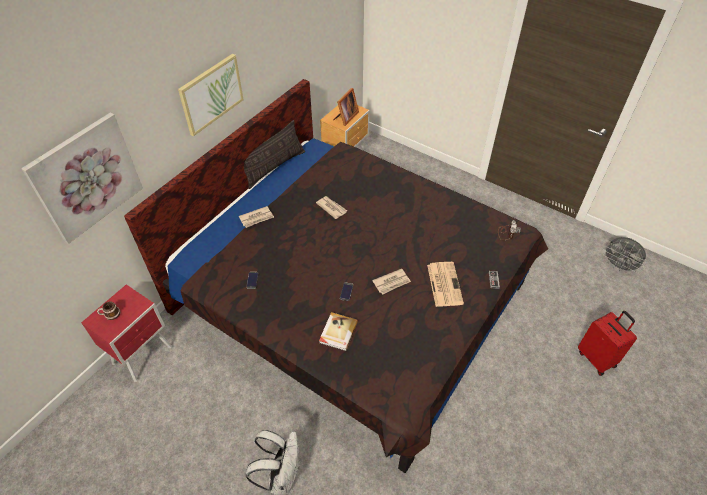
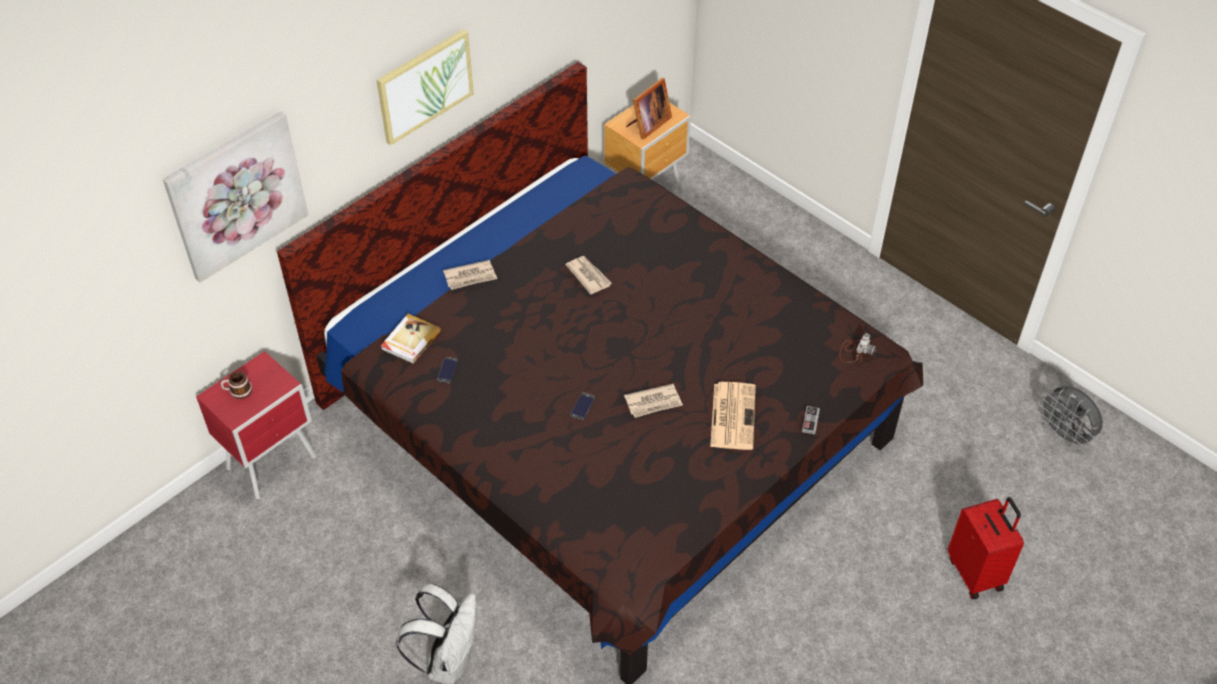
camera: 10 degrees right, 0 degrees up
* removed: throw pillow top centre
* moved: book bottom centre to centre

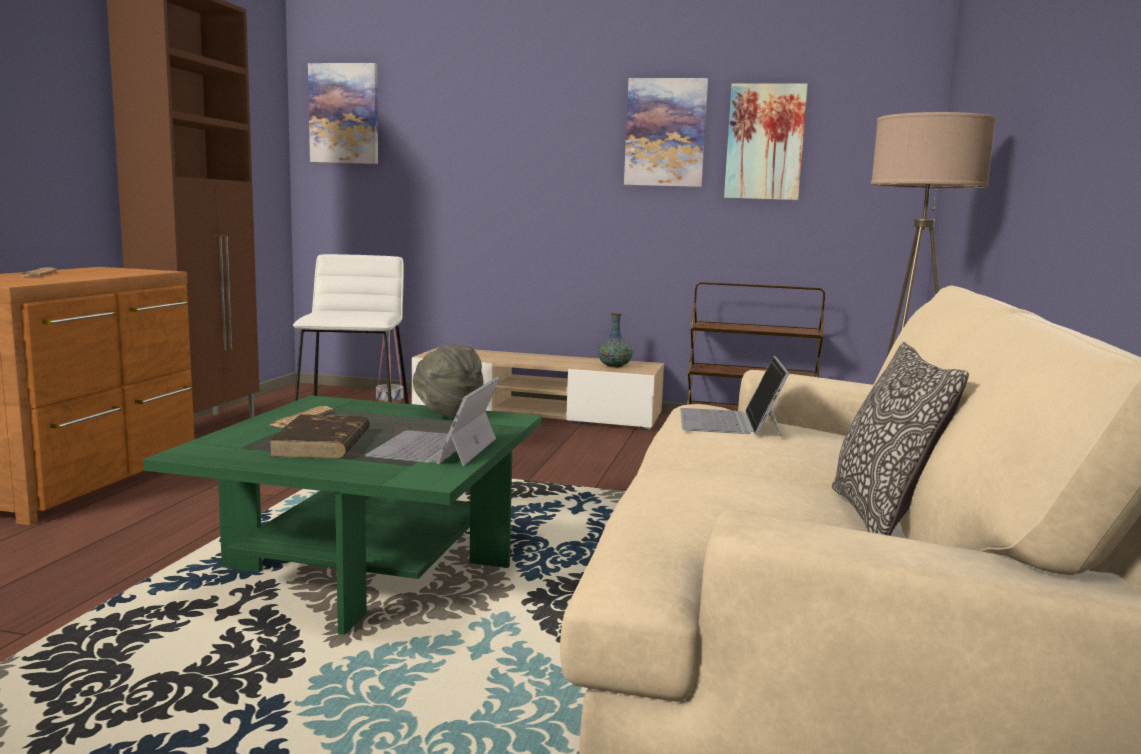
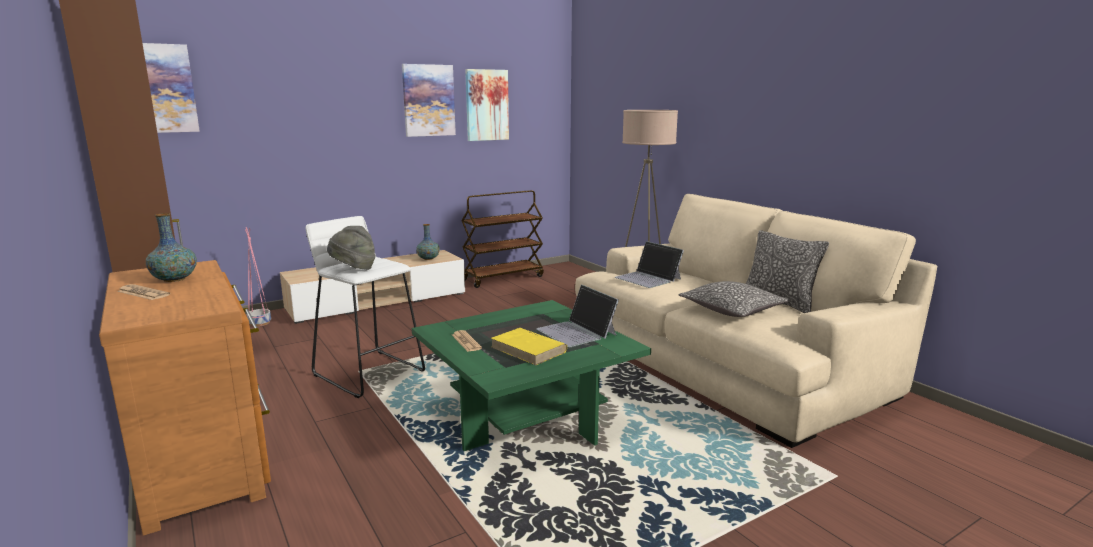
camera: 45 degrees left, 5 degrees up
* moved: hat/grey centre to middle left
* recoloured: book/brownish middle left to book/yellow centre
* added: decorative vase (1st from left) middle left
* added: throw pillow (1st from left) middle right

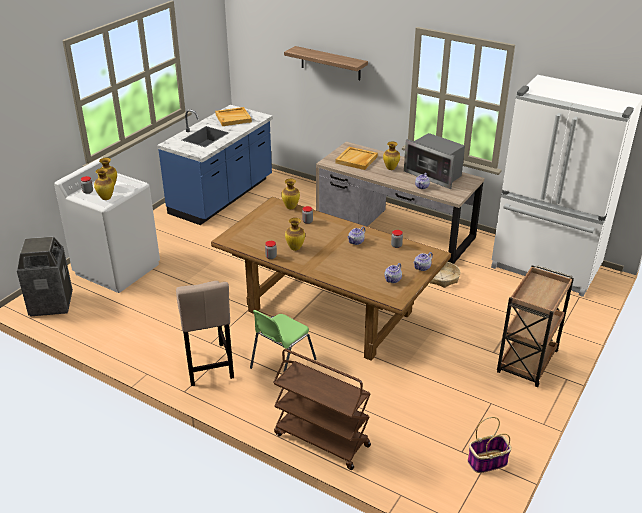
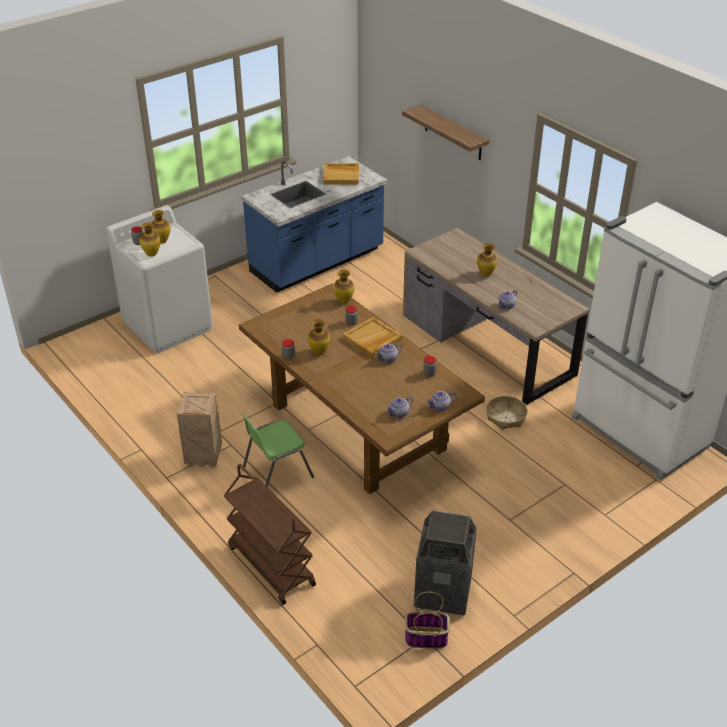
camera: 20 degrees right, 5 degrees up
* removed: microwave top right
* moved: tray/beige-coloured (2nd from left) top centre to centre
* moved: rubbish bin middle left to bottom centre
* removed: cart/brownish (2nd from left) middle right
* replaced: stool seat/beige-coloured middle left to shipping crate middle left

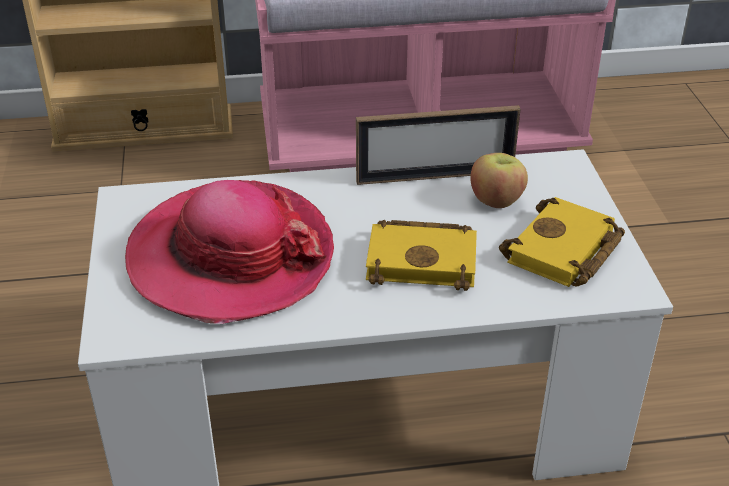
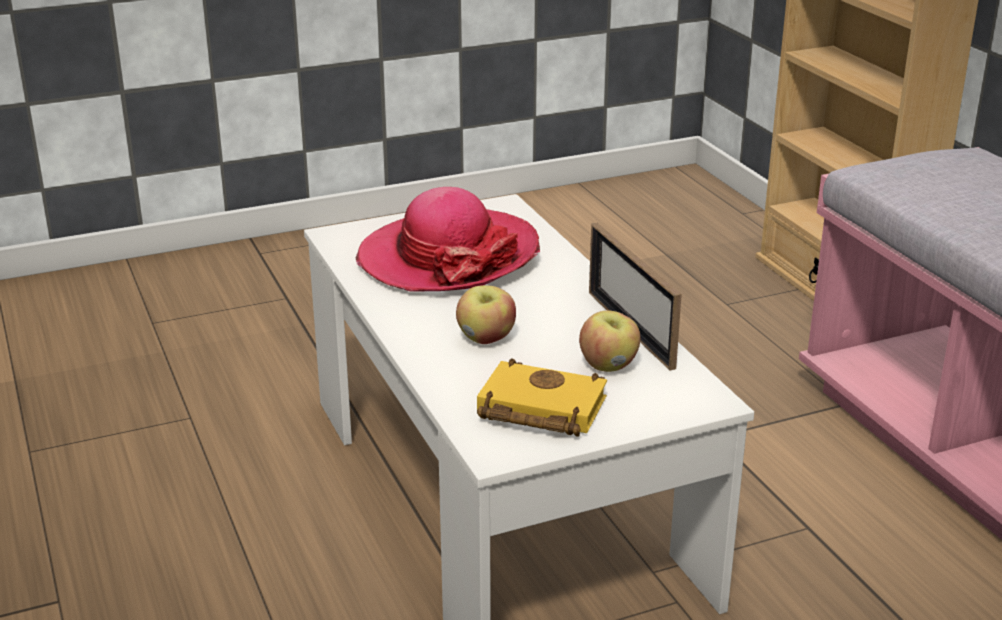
camera: 75 degrees right, 10 degrees down
* replaced: book/yellow (1st from left) centre to whole apple (1st from left) centre

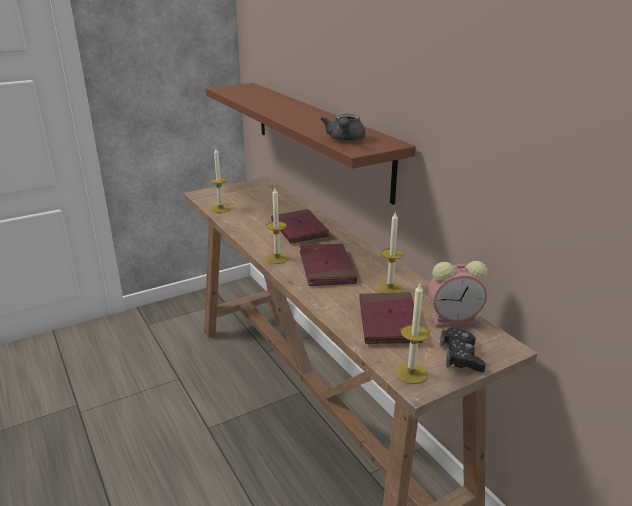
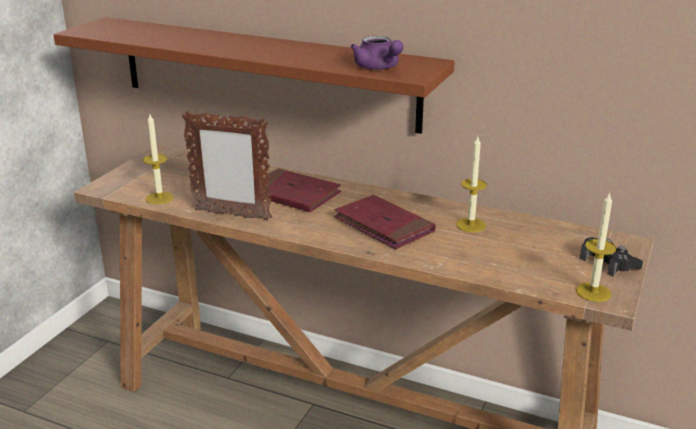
camera: 35 degrees left, 0 degrees up
* recoloured: tea pot/grey top centre to tea pot/purplish top centre
* removed: wax candle (2nd from left) centre
* removed: alarm clock middle right
* removed: book/red-coloured (3rd from left) centre
* added: photo frame middle left

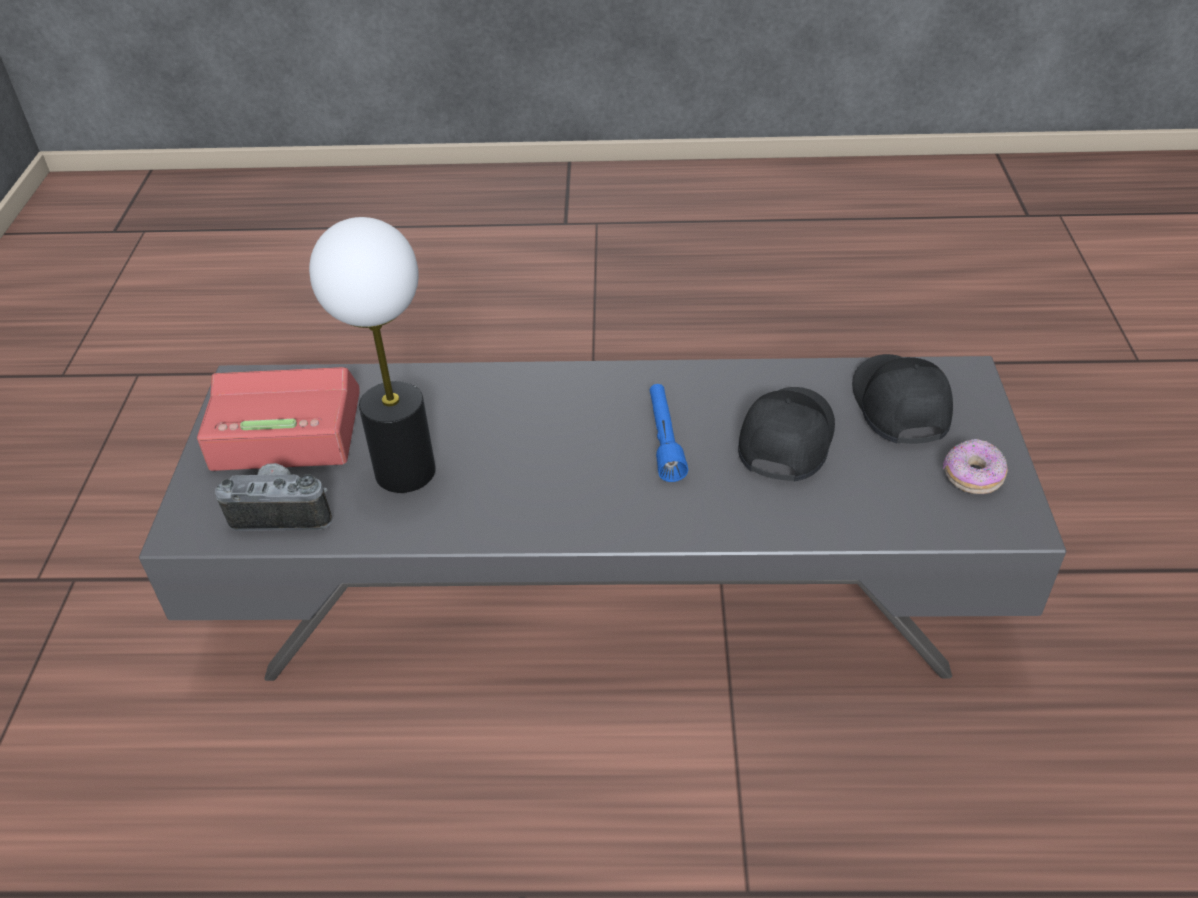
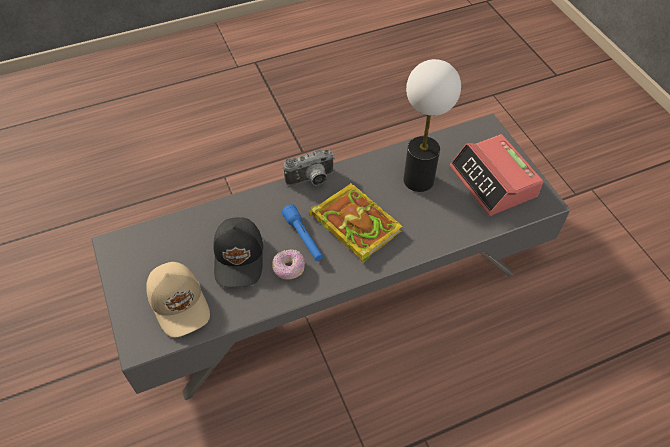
camera: 155 degrees right, 10 degrees up
* recoloured: cap/black-coloured (2nd from left) middle right to cap/beige-coloured bottom left
* turned: alarm clock middle left = middle right 90 degrees clockwise
* moved: ring doughnut middle right to centre
* moved: photo camera middle left to centre
* added: book centre

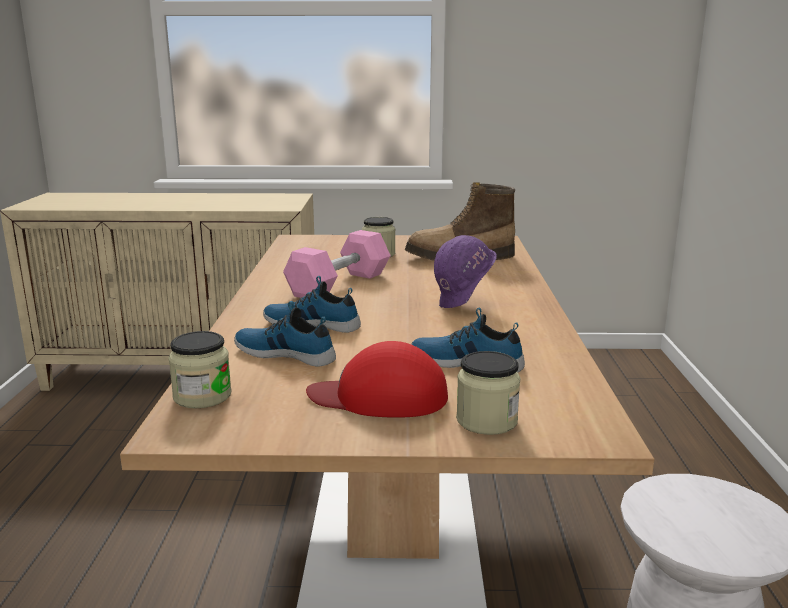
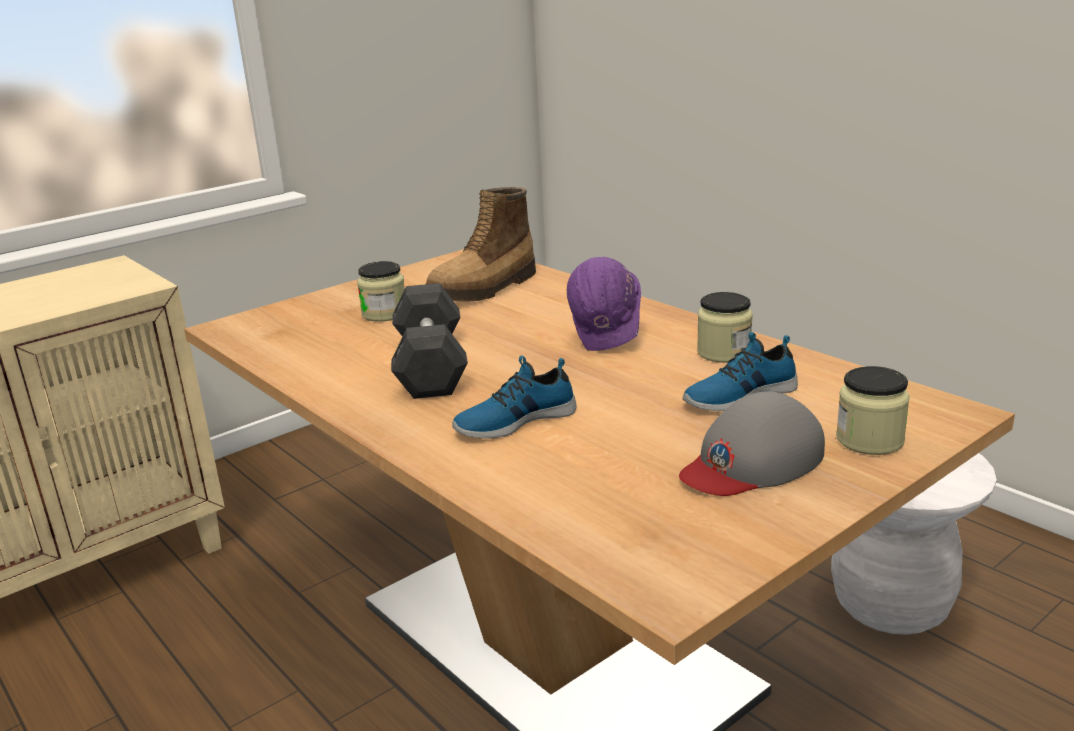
camera: 40 degrees left, 5 degrees up
* recoloured: dumbbell/pink-coloured centre to dumbbell/grey centre
* removed: shoe (1st from left) centre
* moved: preserve jar (1st from left in the first image) middle left to preserve jar (2nd from left) middle right
* recoloured: cap/red-coloured centre to cap/grey middle right

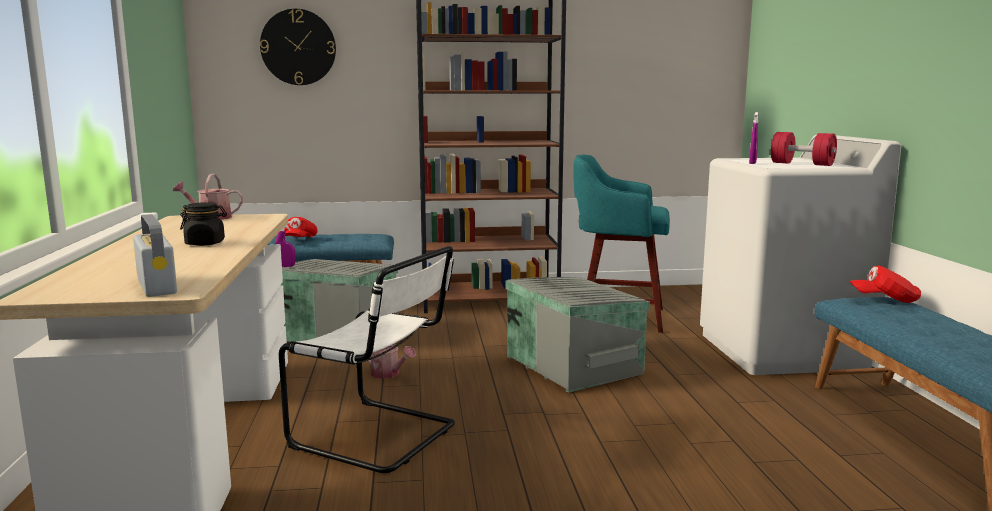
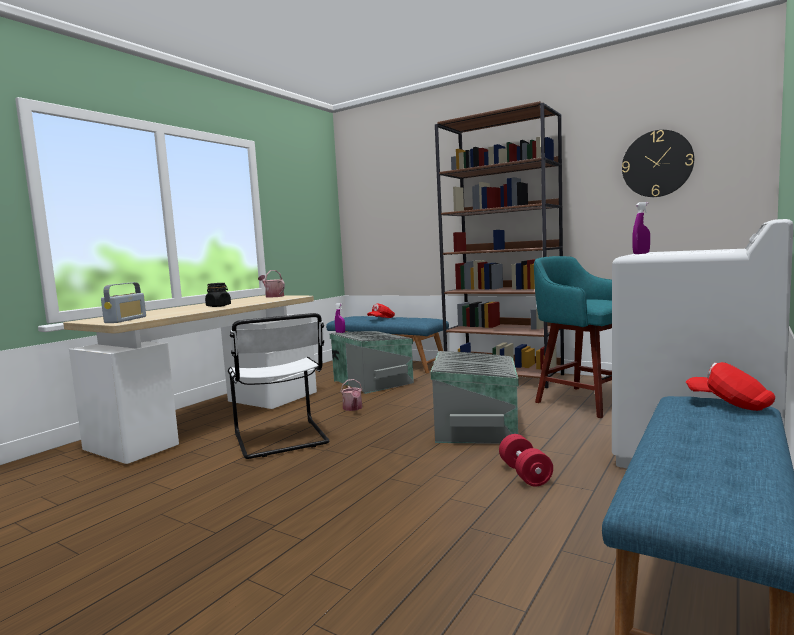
camera: 40 degrees right, 5 degrees down
* moved: hanging clock top left to top right
* moved: dumbbell/red-coloured top right to bottom centre

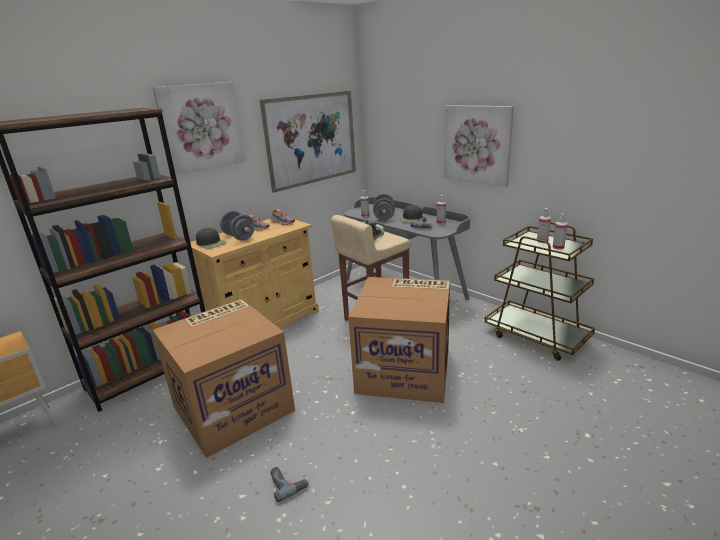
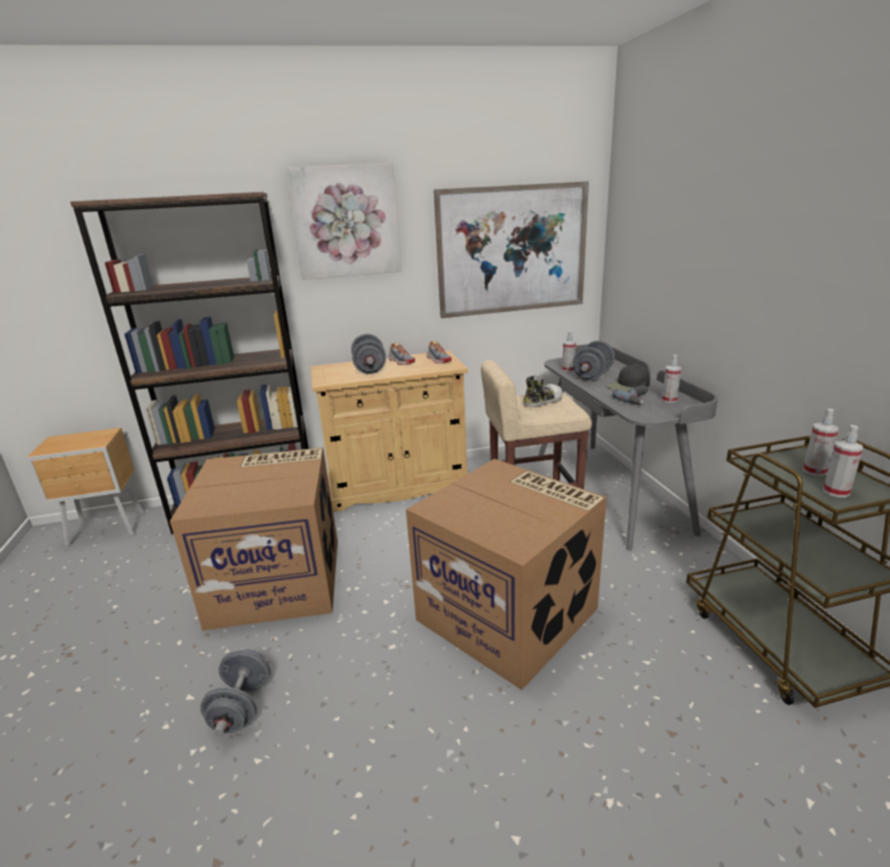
camera: 30 degrees right, 0 degrees up
* removed: wall picture (3rd from left) top centre
* removed: cap/black-coloured (1st from left) middle left
* replaced: power drill (1st from left) bottom centre to dumbbell/grey (1st from left) bottom left

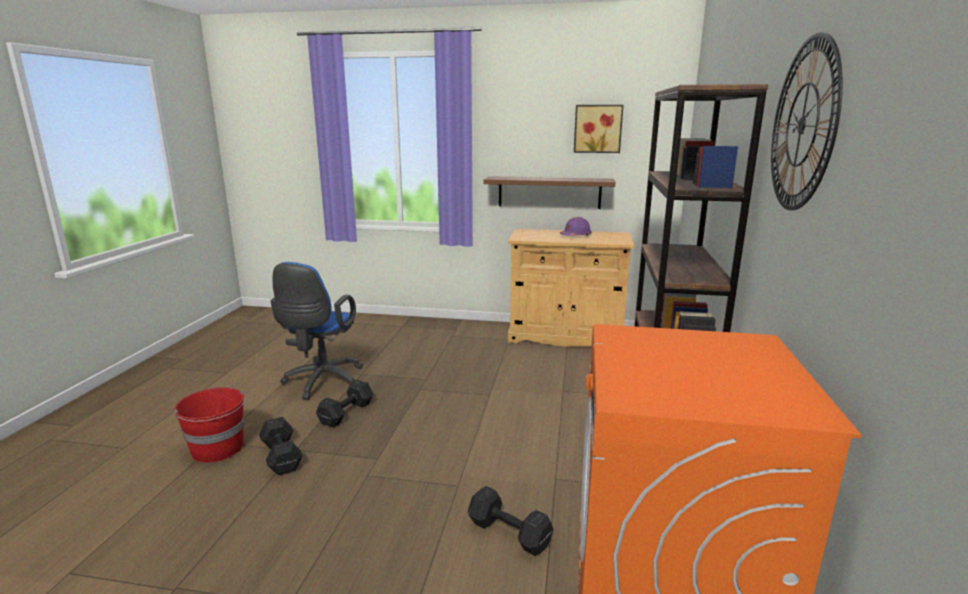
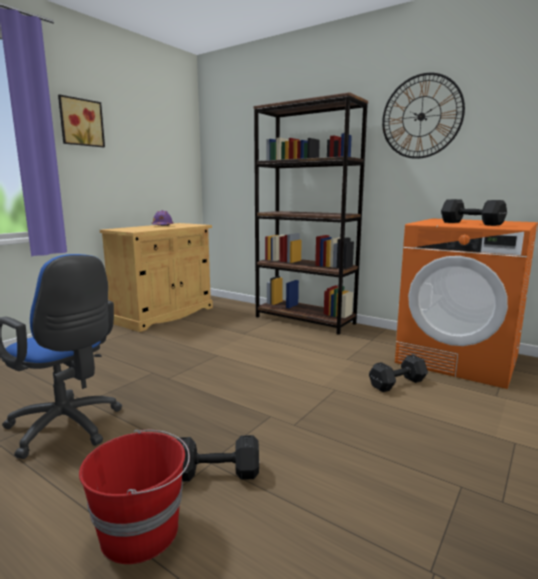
camera: 65 degrees left, 5 degrees down
* moved: wall picture top centre to top left
* removed: bracket shelf/brownish top centre
* moved: dumbbell/black-coloured (2nd from left in the first image) bottom centre to dumbbell/black-coloured (3rd from left) middle right

